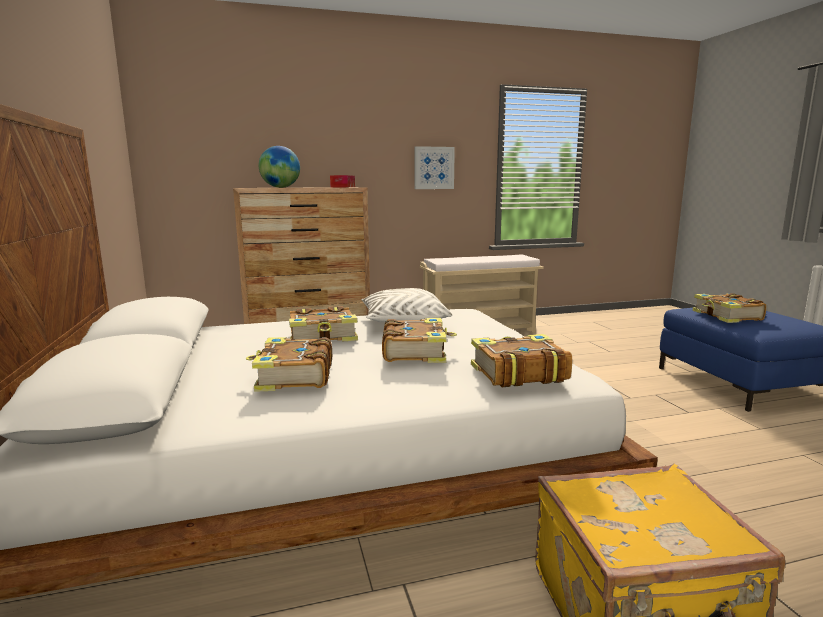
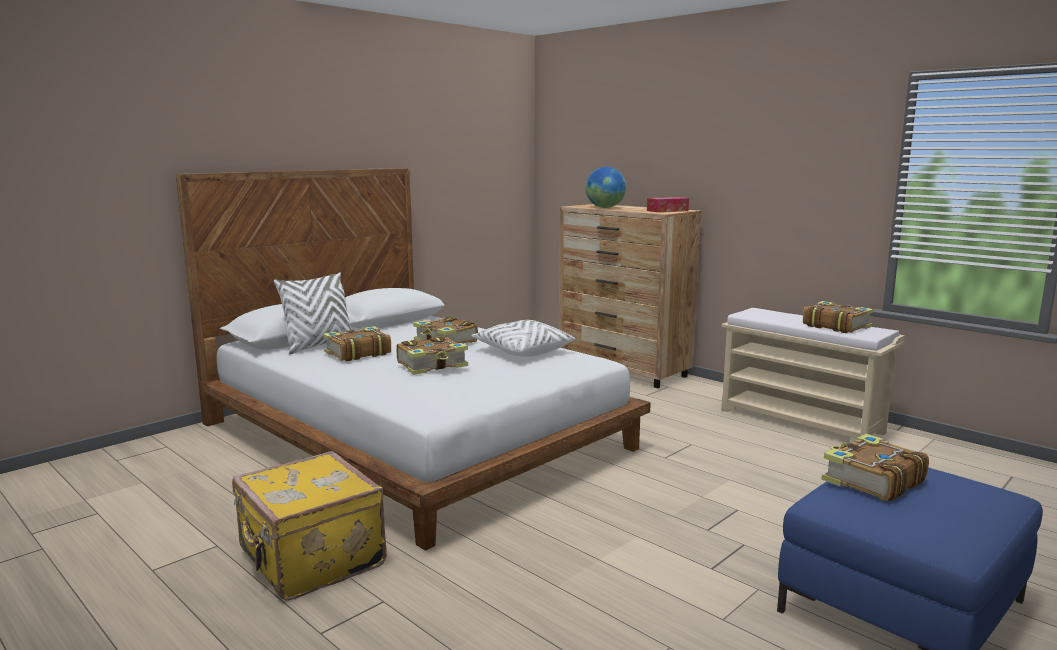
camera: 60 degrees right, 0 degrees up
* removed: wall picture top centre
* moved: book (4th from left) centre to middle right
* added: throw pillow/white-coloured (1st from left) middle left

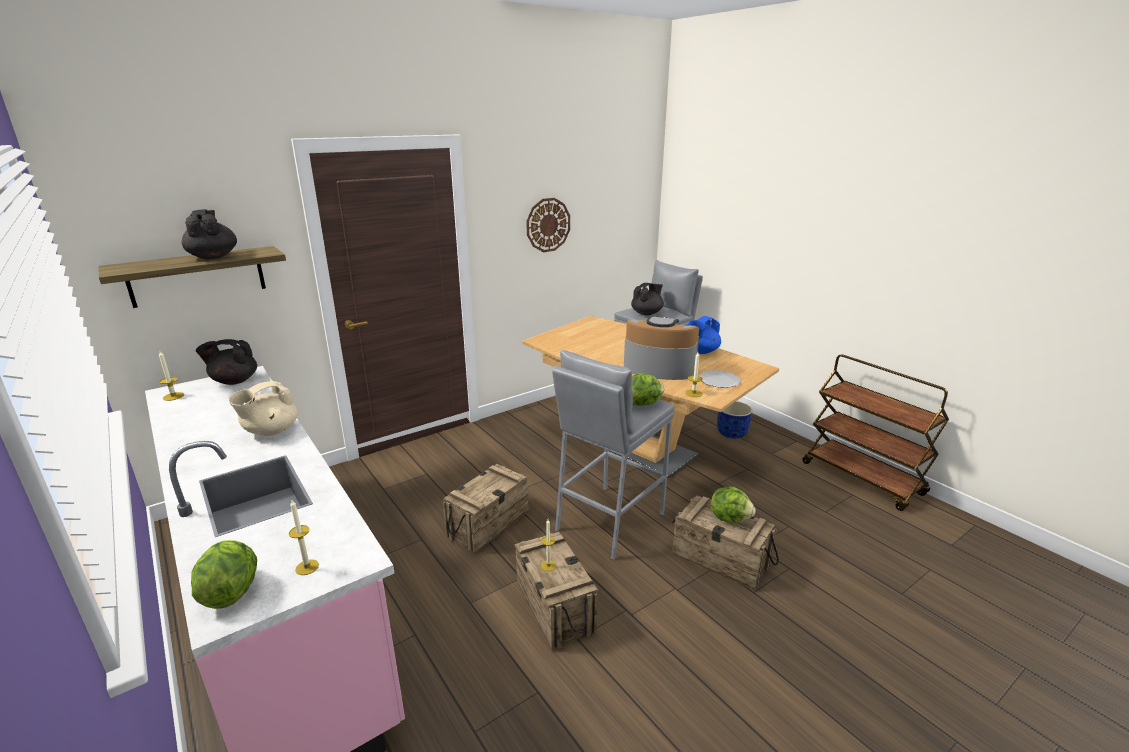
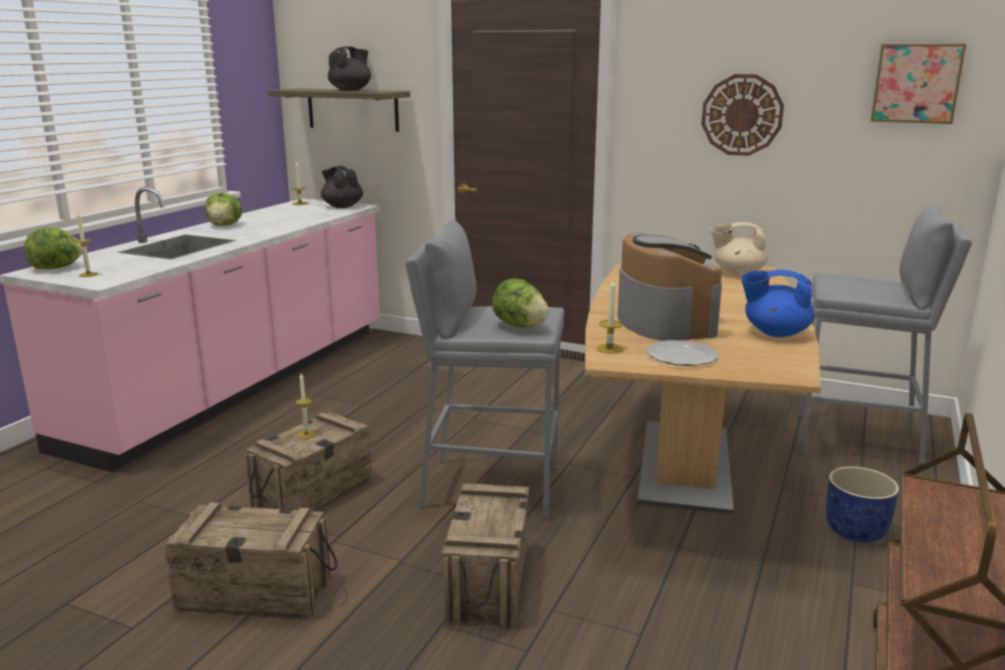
camera: 60 degrees right, 5 degrees down
* removed: tea pot/black-coloured (3rd from left) centre
* moved: tea pot/beige-coloured middle left to middle right
* moved: shipping crate (1st from left) bottom centre to bottom left
* moved: head of lettuce (3rd from left in the first image) bottom centre to head of lettuce (2nd from left) top left
* added: wall picture top right

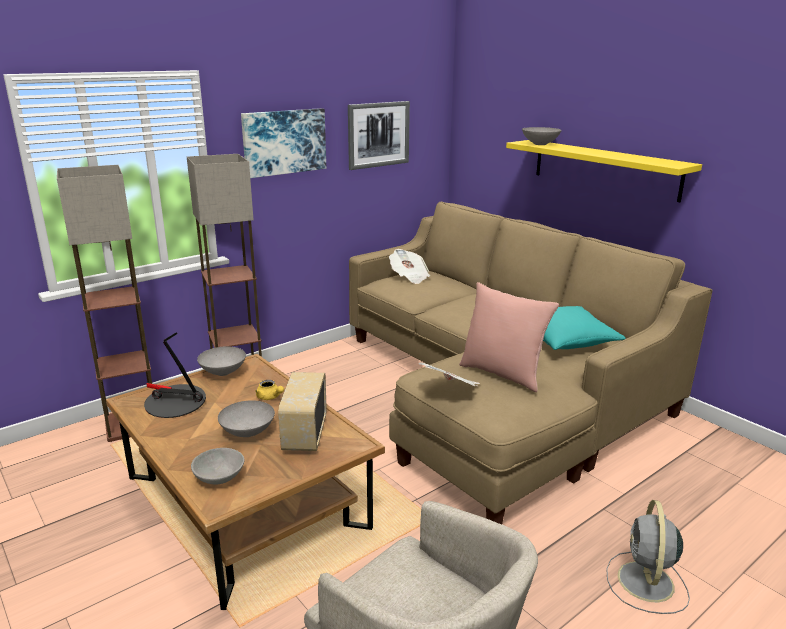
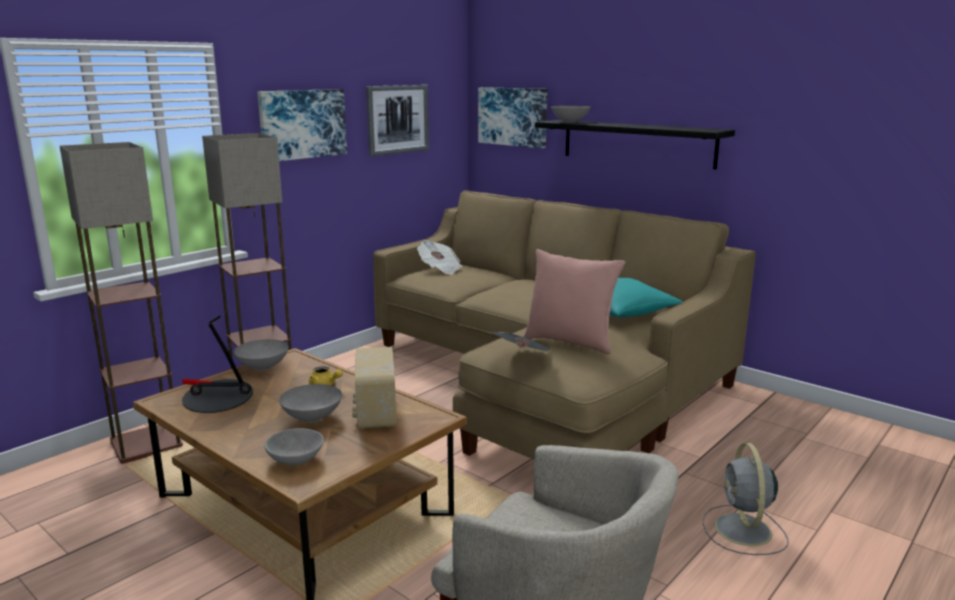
camera: 10 degrees left, 5 degrees down
* recoloured: bracket shelf/yellow top right to bracket shelf/black-coloured top centre
* added: wall picture (3rd from left) top centre

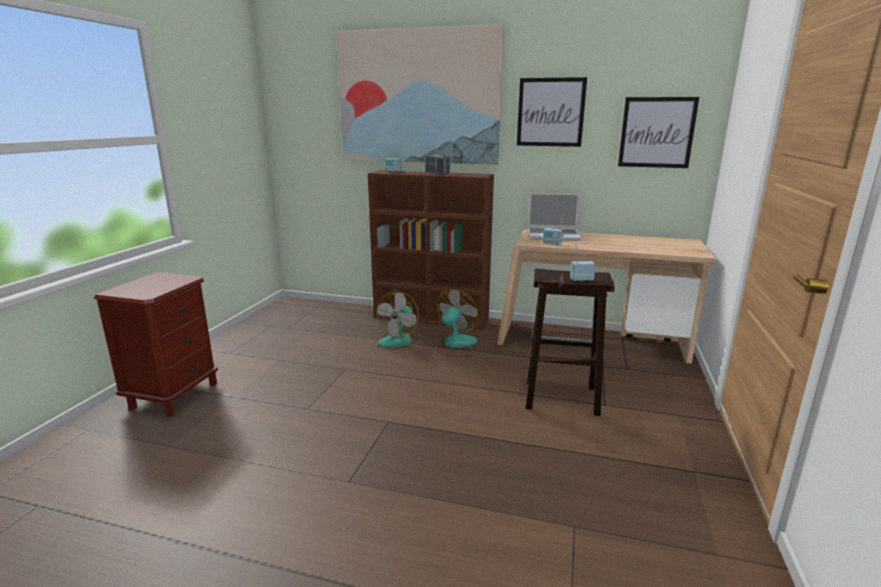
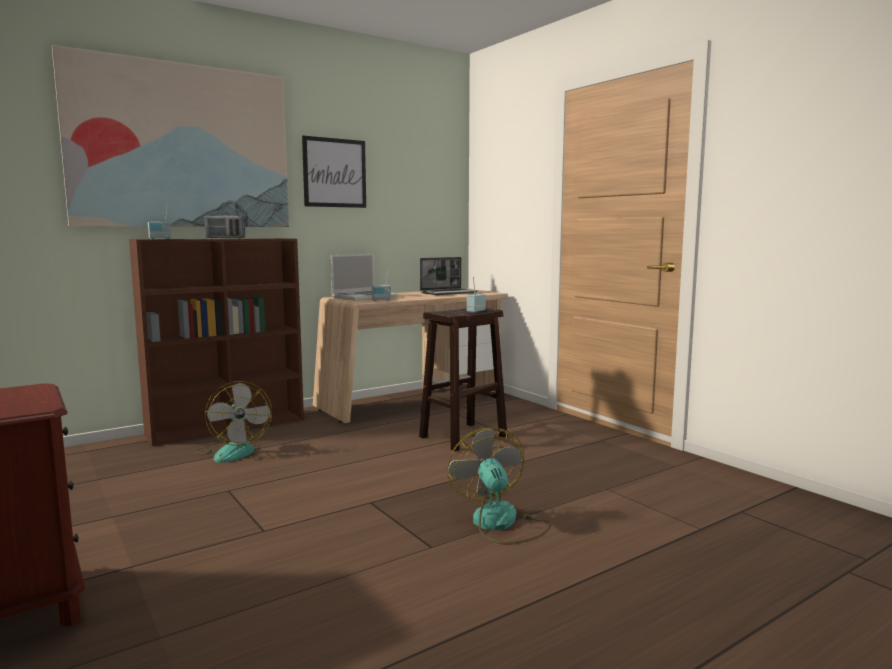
camera: 50 degrees left, 10 degrees down
* removed: wall picture (3rd from left) top right
* moved: electric fan (2nd from left) centre to bottom centre
* added: portable computer (2nd from left) centre

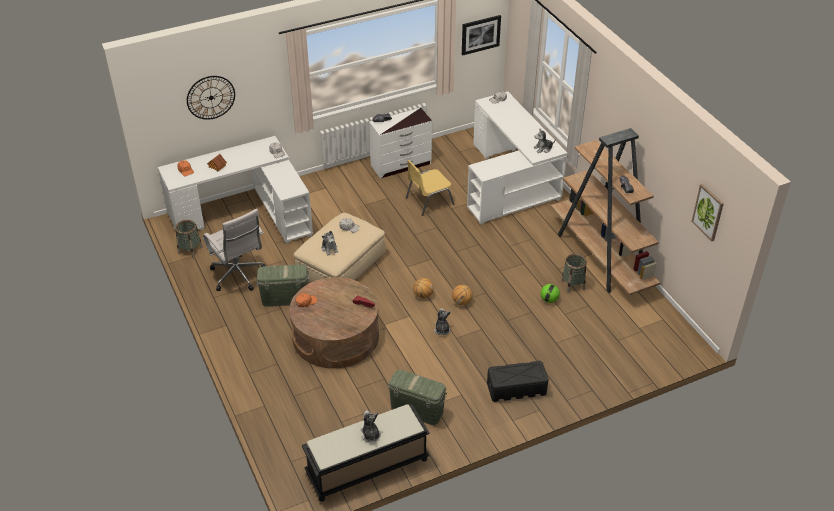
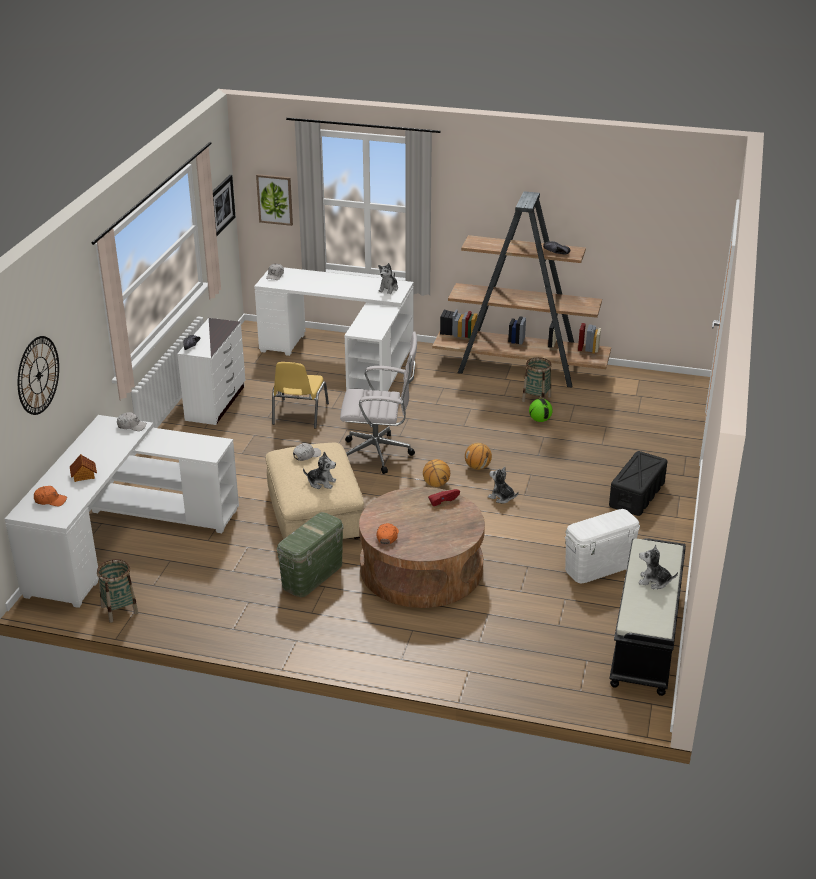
camera: 50 degrees left, 10 degrees down
* moved: wall picture (2nd from left) middle right to top centre
* moved: office chair/white-coloured middle left to centre
* recoloured: storage bin/greenish (2nd from left) bottom centre to storage bin/white-coloured middle right

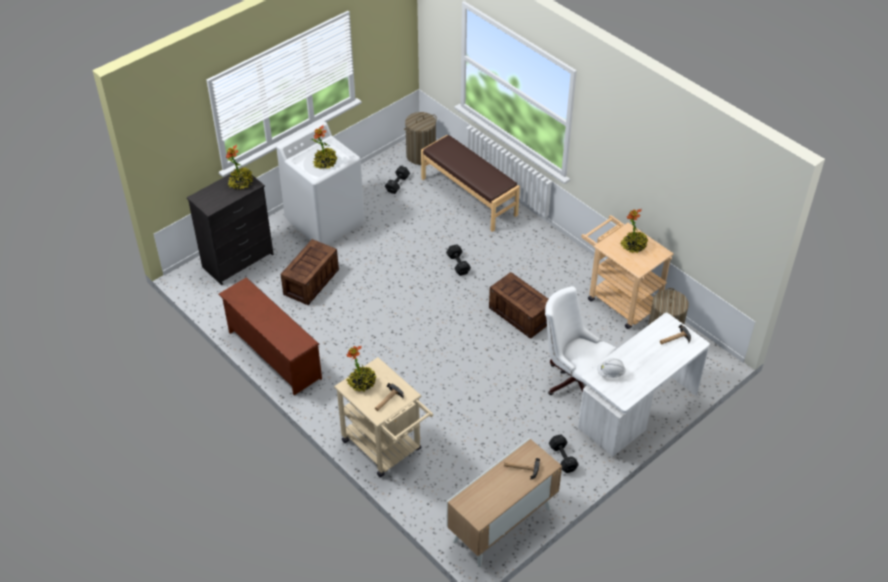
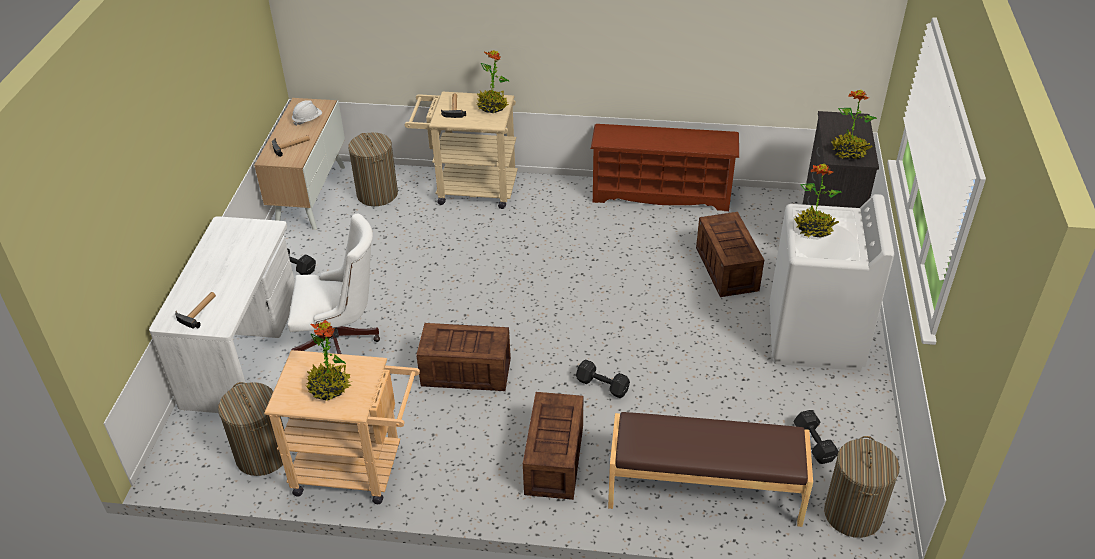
camera: 140 degrees right, 5 degrees down
* moved: work helmet/white-coloured middle right to top left
* added: laundry basket (2nd from left) top centre
* added: shipping crate (2nd from left) bottom centre

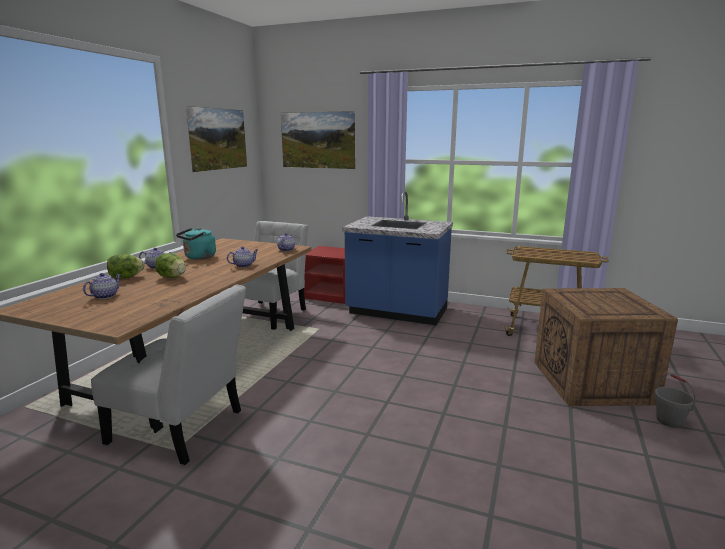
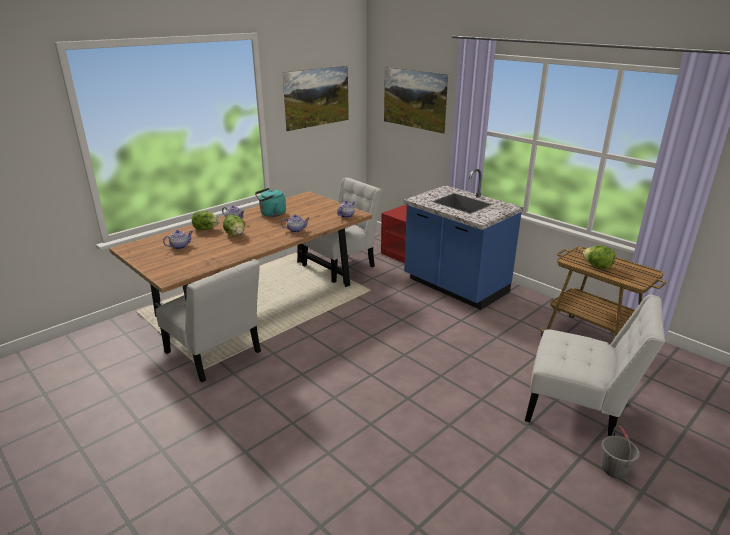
camera: 25 degrees right, 10 degrees up
* replaced: shipping crate middle right to upright chair/white-coloured (3rd from left) bottom right
* added: head of lettuce (3rd from left) middle right

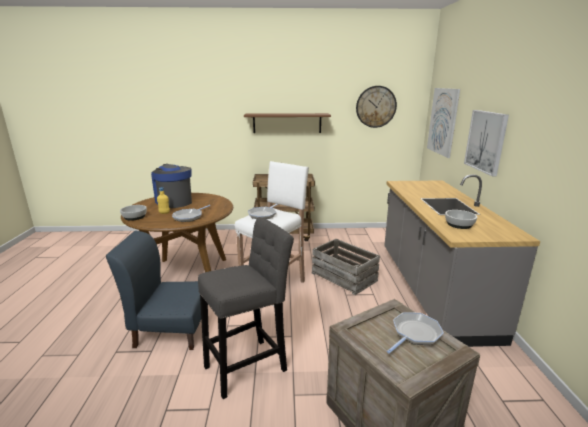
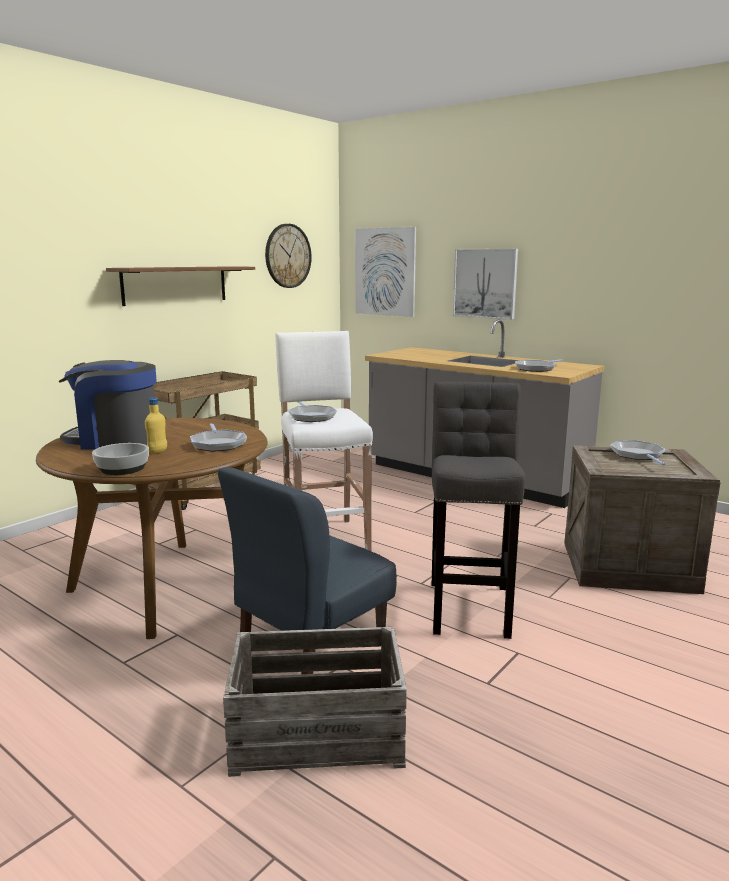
camera: 50 degrees left, 5 degrees down
* replaced: bowl (2nd from left) middle right to frying pan (3rd from left) middle right
* moved: shipping crate (1st from left) centre to bottom centre

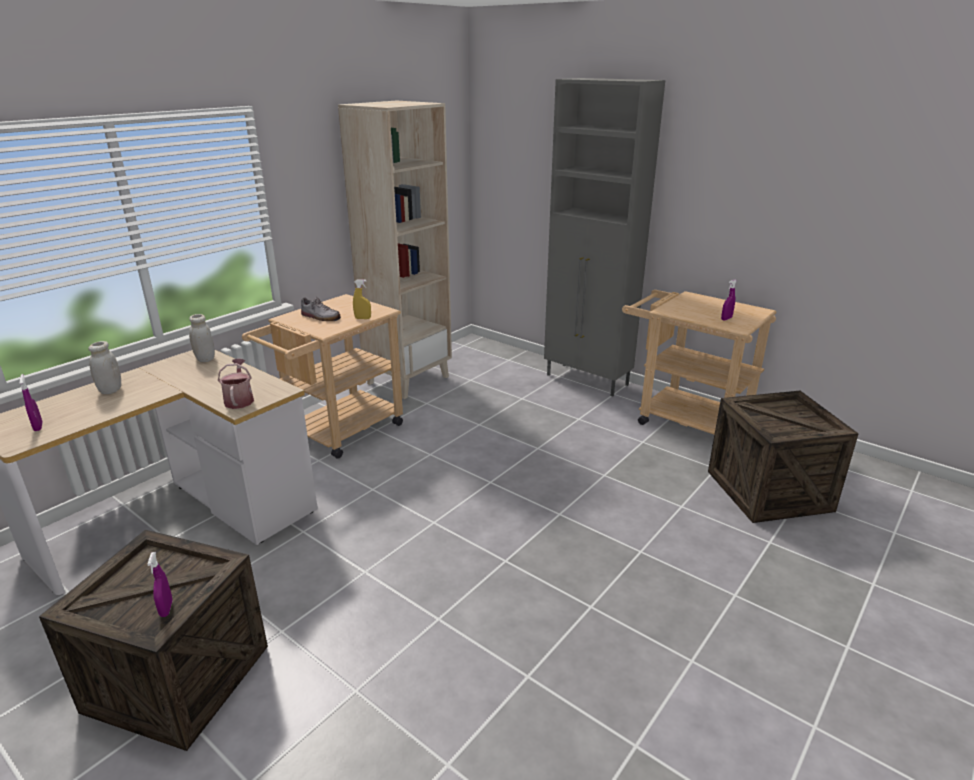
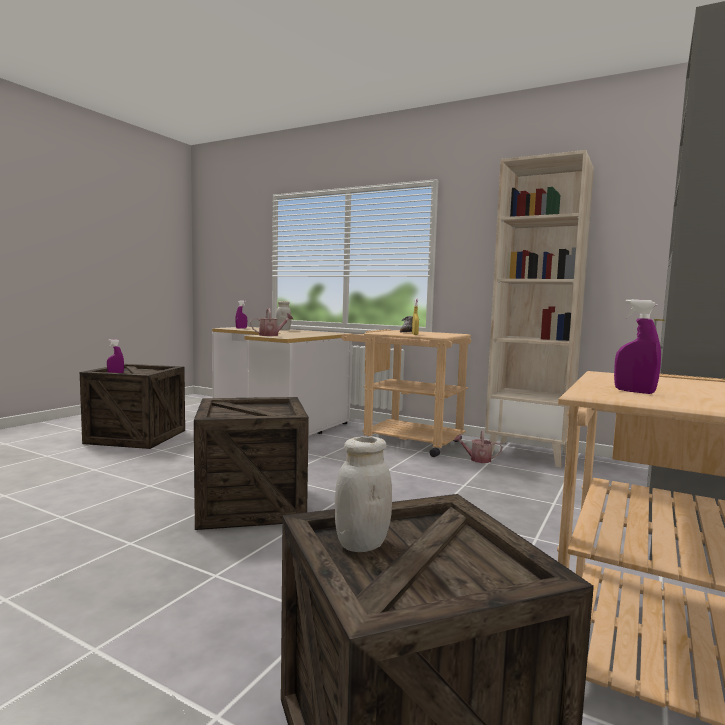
camera: 80 degrees right, 20 degrees down
* moved: preserve jar/white-coloured (2nd from left) middle left to bottom centre
* added: shipping crate (2nd from left) centre
* added: watering can (2nd from left) centre

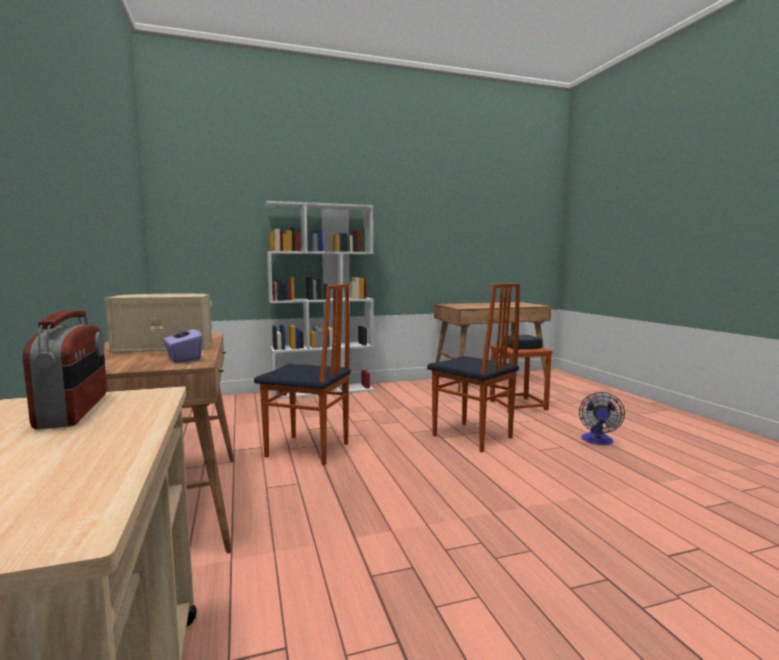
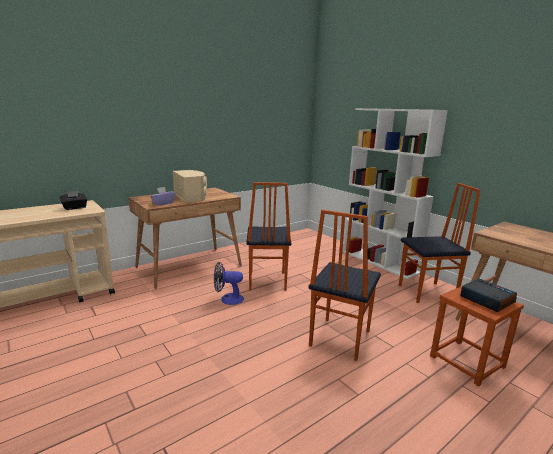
camera: 70 degrees right, 10 degrees up
* replaced: radio set middle left to tissue box/black-coloured middle left
* moved: electric fan middle right to centre
* added: upright chair (3rd from left) middle right

